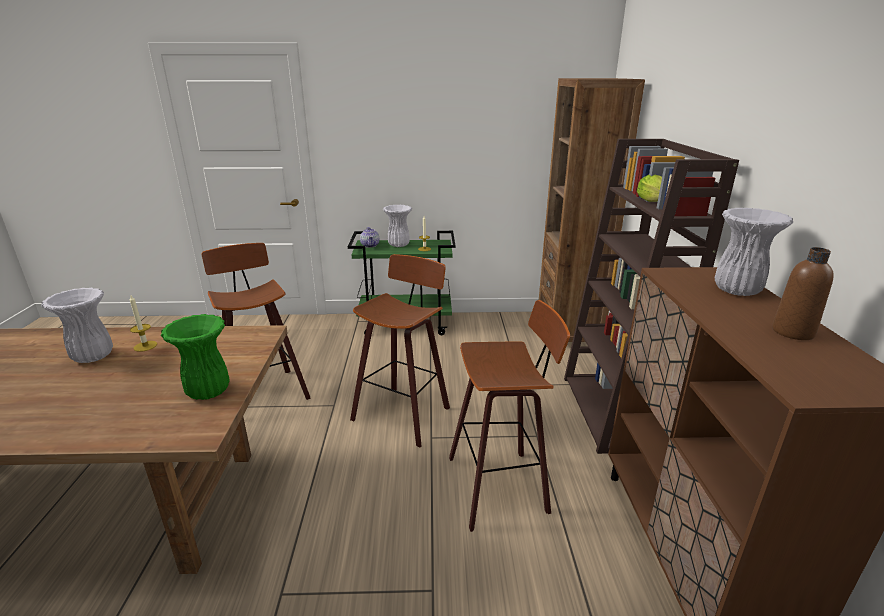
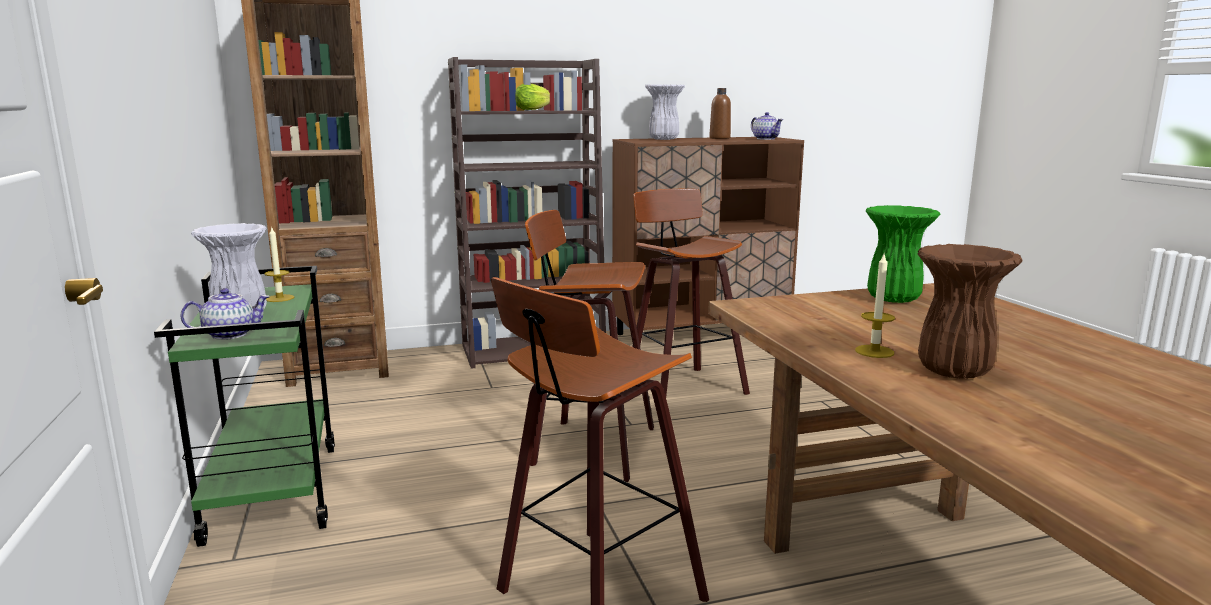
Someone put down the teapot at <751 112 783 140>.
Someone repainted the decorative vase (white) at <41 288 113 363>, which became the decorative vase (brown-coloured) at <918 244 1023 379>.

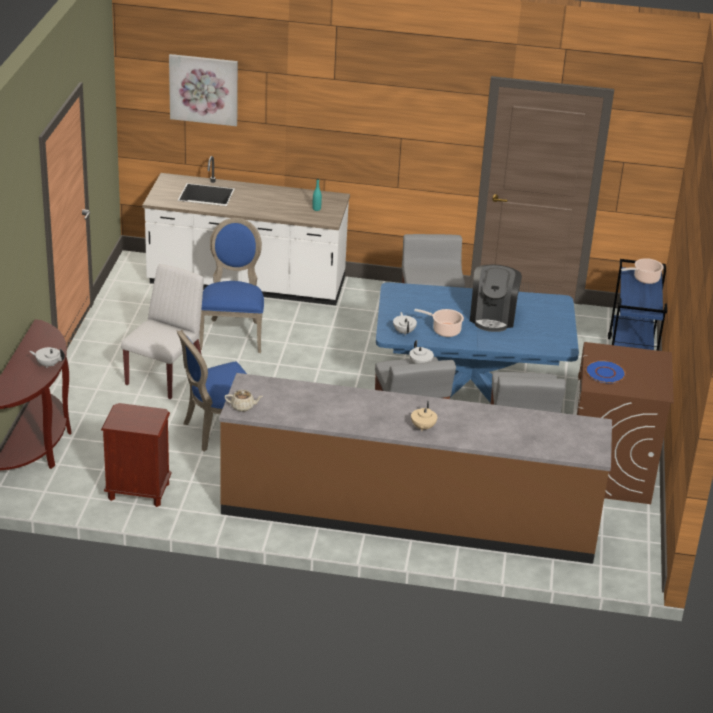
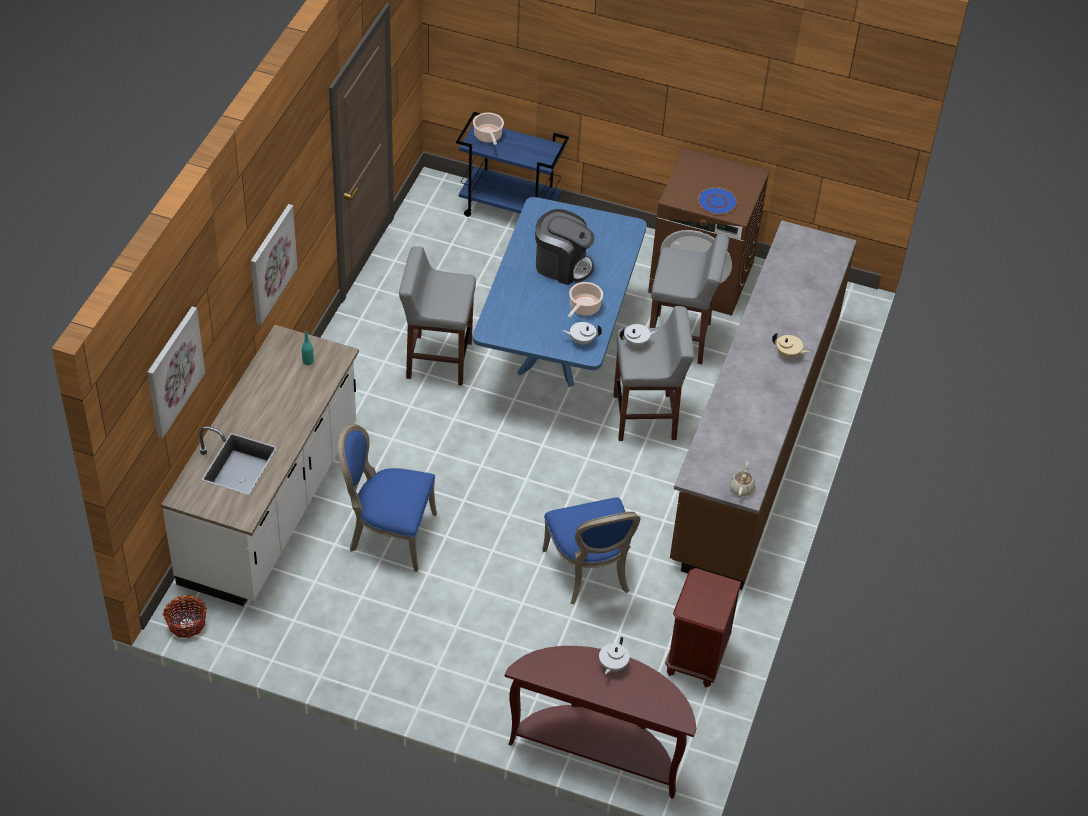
Someone put down the storage basket at <162 595 207 638>.
Someone put up the wall art at <251 204 298 325>.
Someone took away the upright chair (white) at <121 264 204 399>.

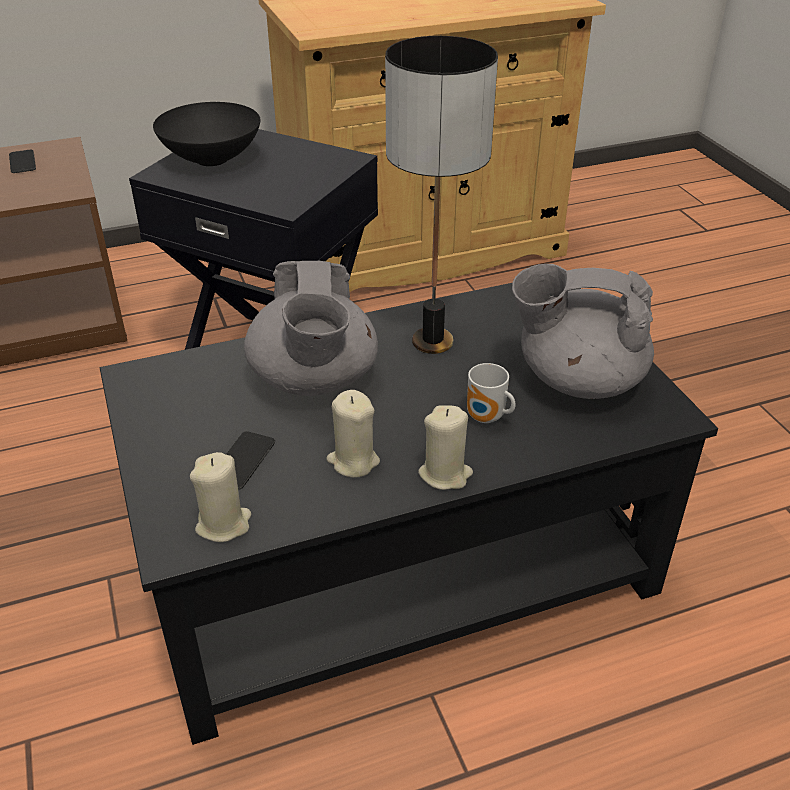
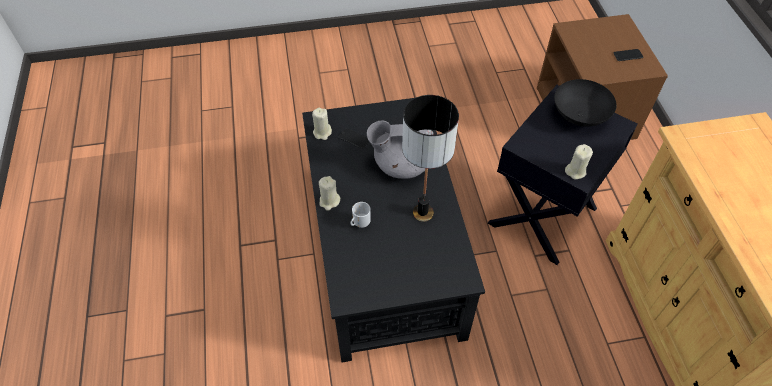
Someone carried the wax light (beige) from <327 390 380 478> to <565 144 593 179>.
Someone took away the teapot (gray) at <512 264 654 399>.

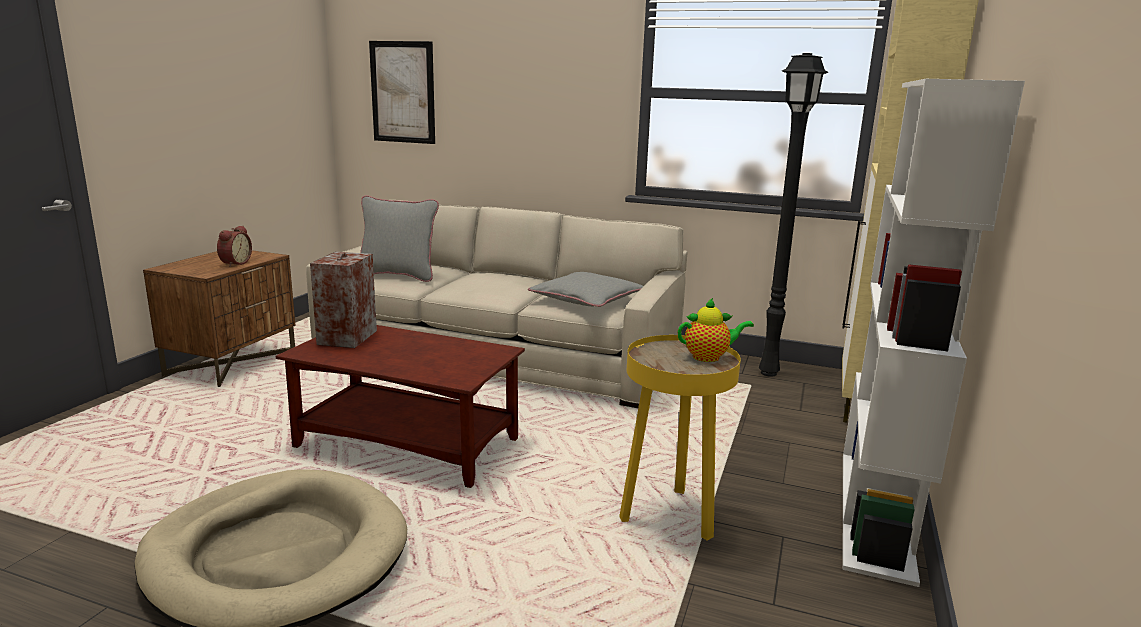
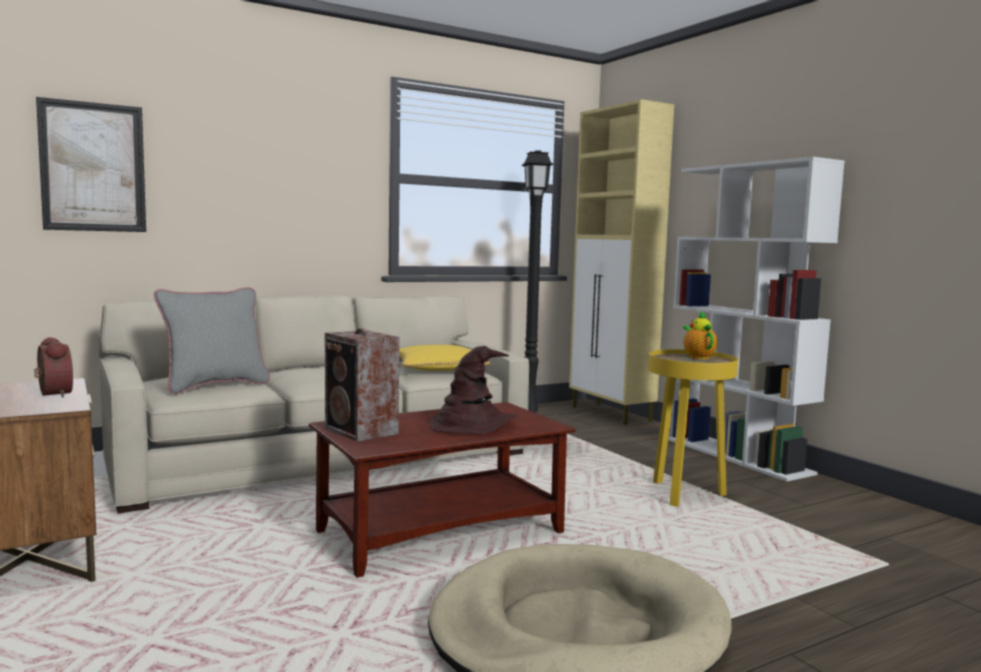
Someone repainted the throw pillow (gray) at <528 272 643 307>, which became the throw pillow (yellow) at <399 345 491 371>.
Someone put down the hat (brown-coloured) at <429 346 517 434>.
Someone rotated the teapot at <678 298 754 362> by 45 degrees counterclockwise.

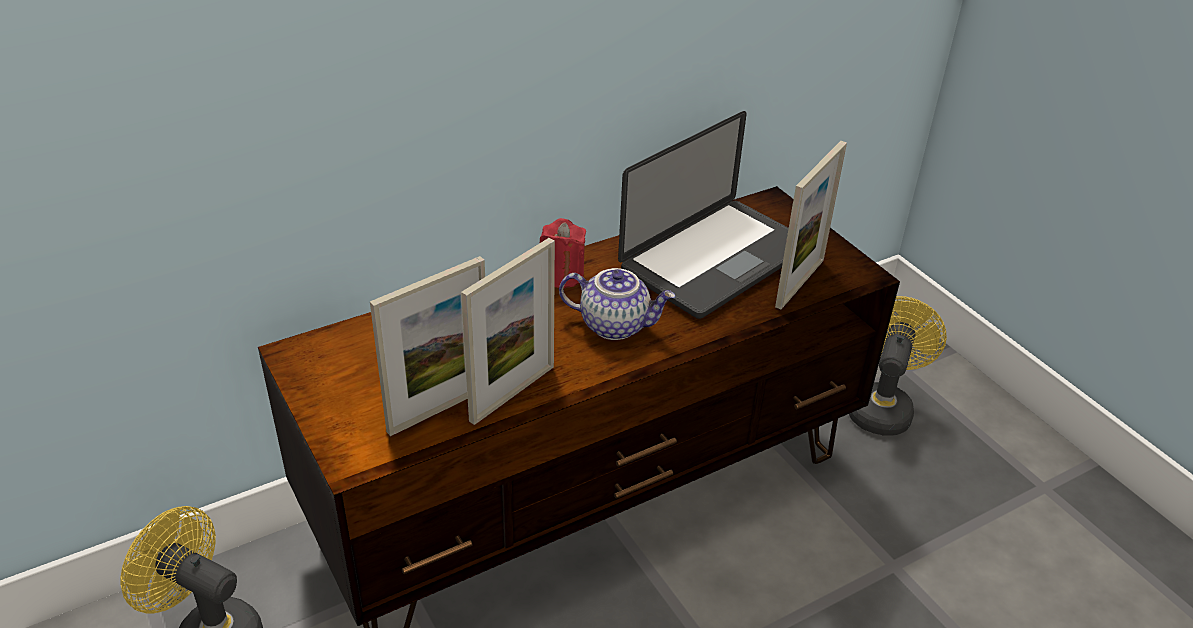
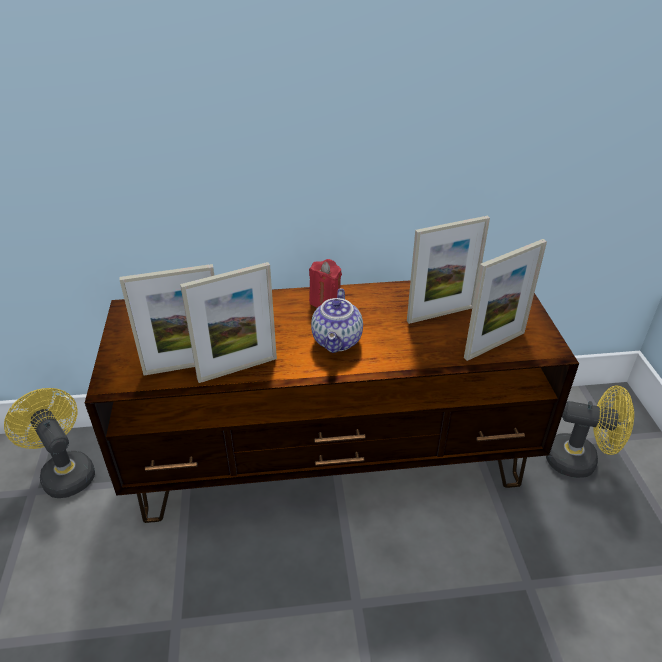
Someone rotated the teapot at <559 268 676 340> by 60 degrees clockwise.
Someone swapped the laptop at <618 111 789 319> for the standing frame at <407 216 490 324>.
Someone rotated the electric fan (yellow) at <849 296 947 436> by 60 degrees clockwise.

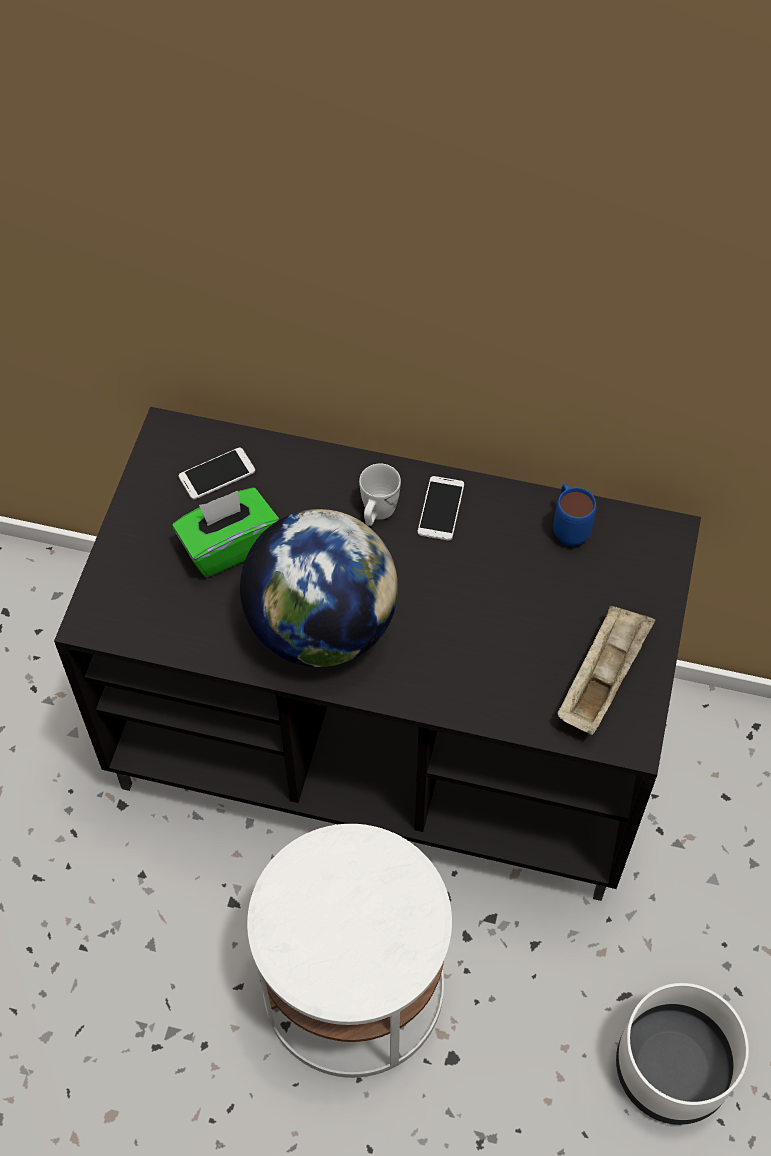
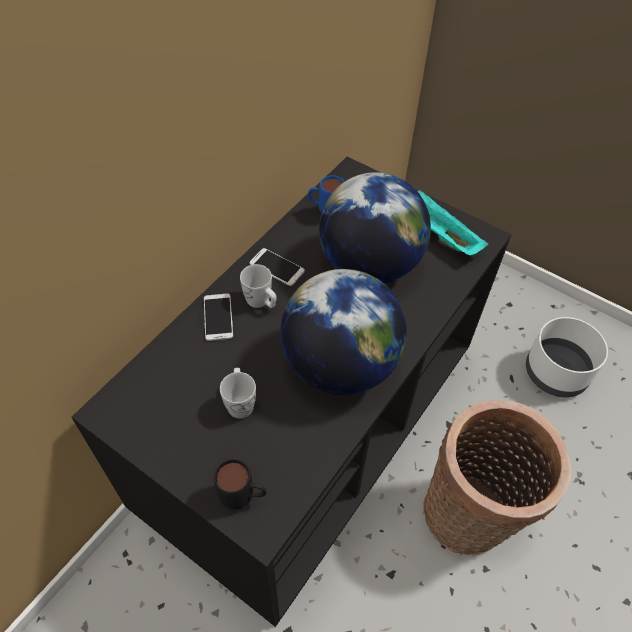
Someone carried the handset from <179 447 255 500> to <204 293 233 341>.
Someone put down the mug (blackish) at <214 459 267 510>.
Someone swapped the tissue box (greenish) at <172 488 279 577> for the mug (white) at <220 368 256 419>.
Someone put down the globe at <319 172 431 284>.
Someone repainted the carrying tray (beige) at <558 606 655 735>, which became the carrying tray (turquoise-coloured) at <417 190 488 256>.
Someone swapped the side table (white) at <247 824 452 1078> for the storage basket at <423 400 572 555>.

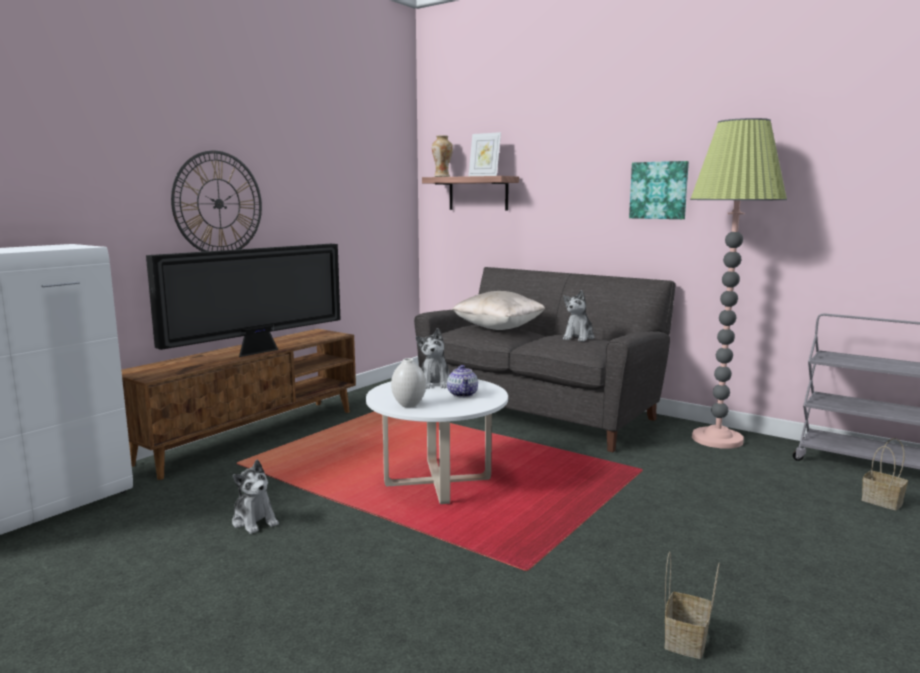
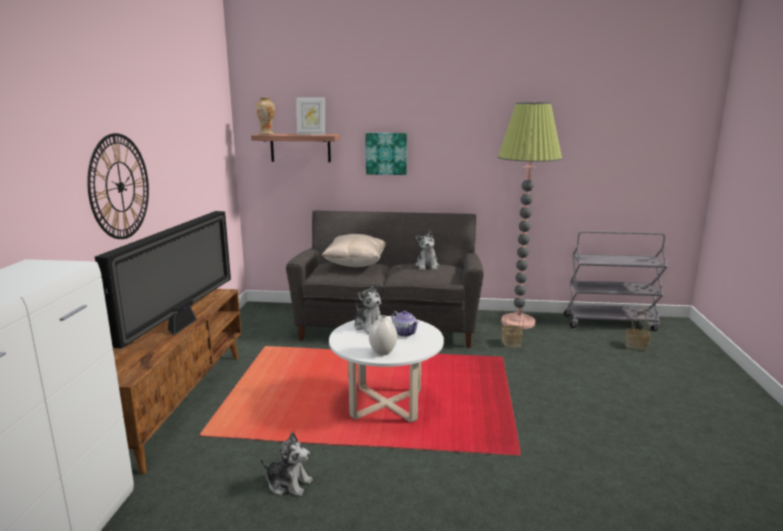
Someone carried the wall art from <629 161 689 219> to <365 133 407 175>.
Someone carried the storage basket from <665 552 720 659> to <502 308 524 348>.

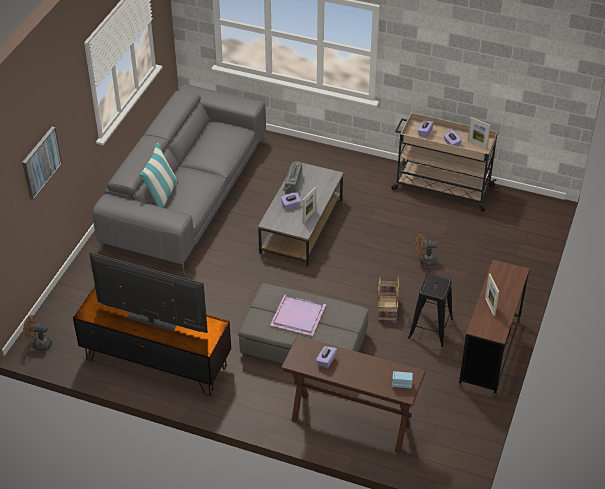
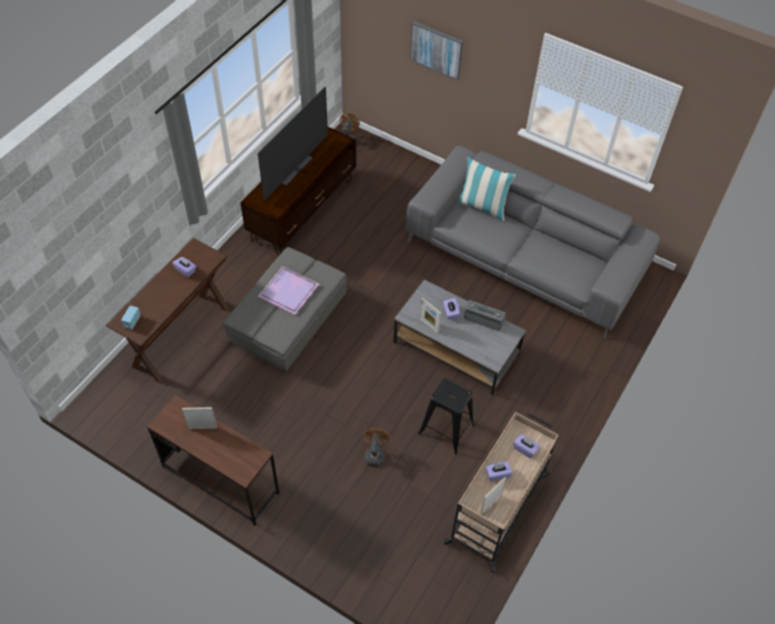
Someone carried the sitting stool (blackish) from <408 273 453 347> to <418 379 475 454>.
Someone took away the storage basket at <378 277 399 321>.

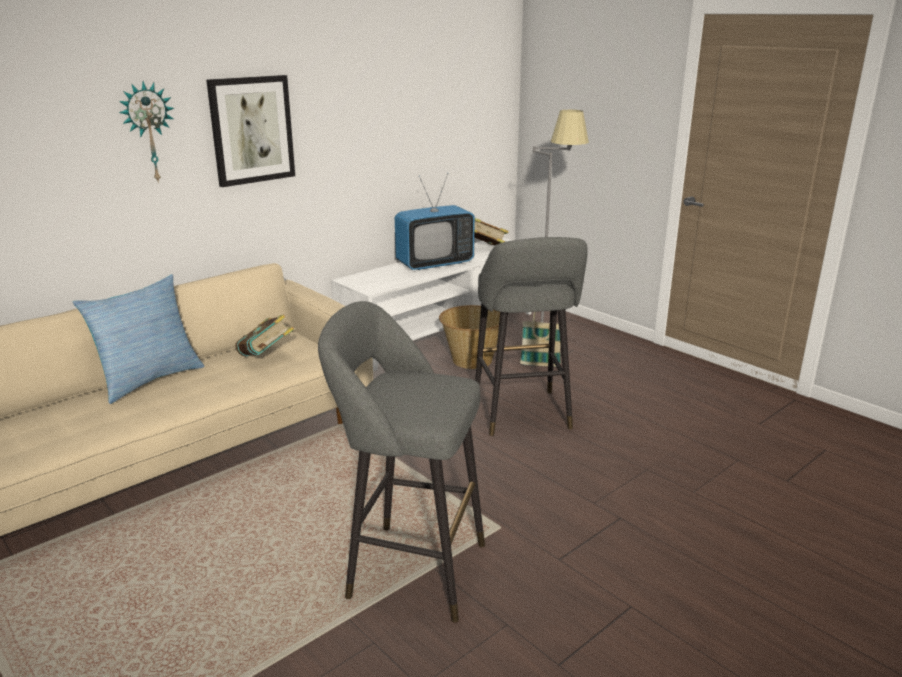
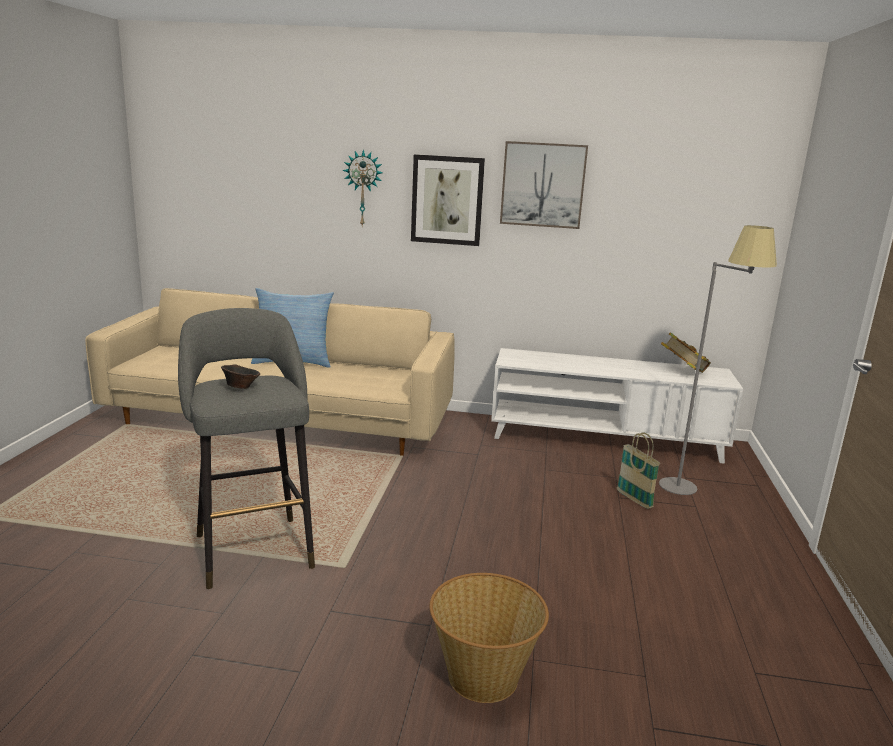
Someone put down the bowl (brown-coloured) at <221 364 260 389>.
Someone carried the storage basket from <439 305 500 369> to <430 573 549 703>.
Someone put up the wall art at <500 141 588 229>.
Someone took away the book at <235 315 294 357>.
Someone took away the TV at <395 173 475 270>.
Someone took away the sitting stool (gray) at <475 237 588 436>.

